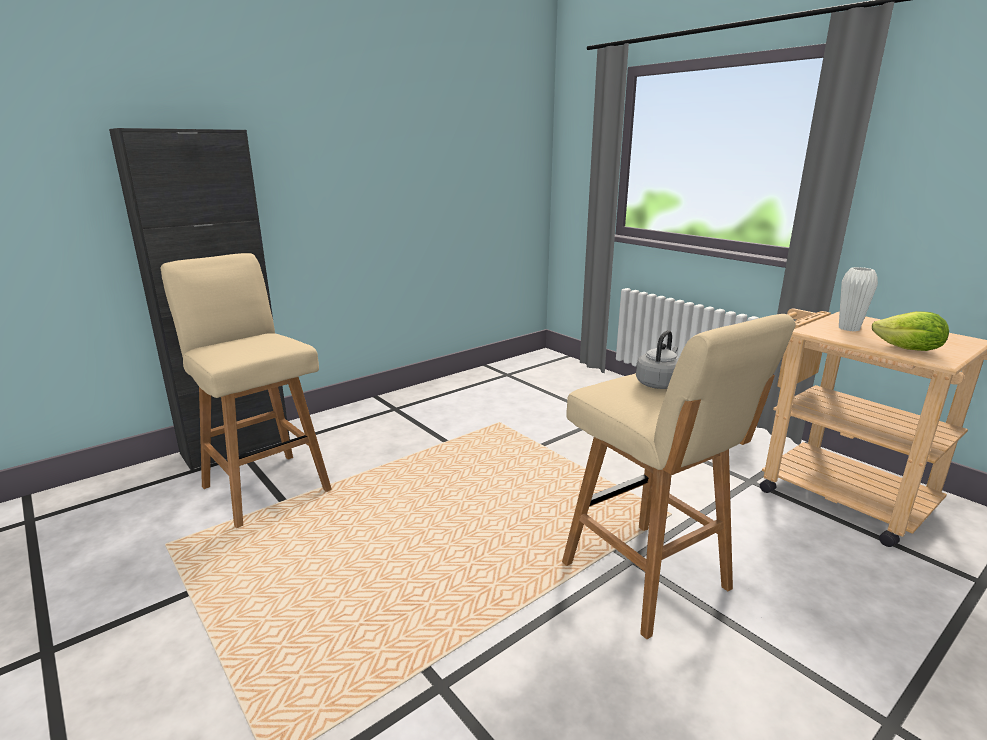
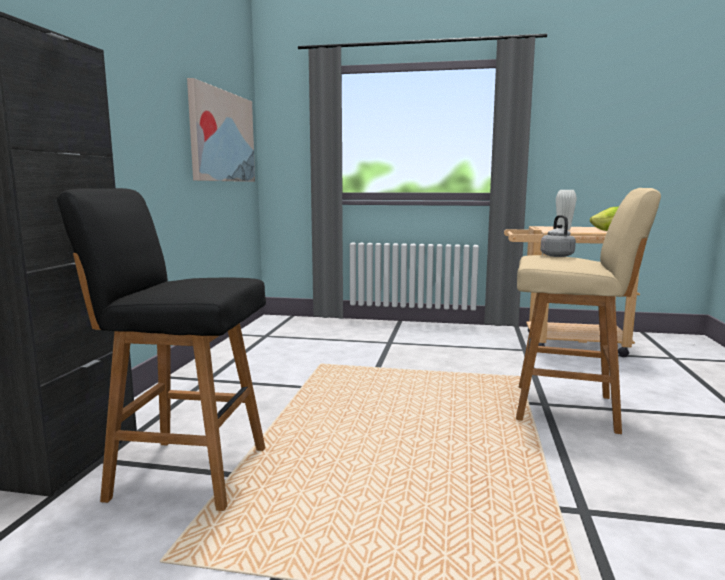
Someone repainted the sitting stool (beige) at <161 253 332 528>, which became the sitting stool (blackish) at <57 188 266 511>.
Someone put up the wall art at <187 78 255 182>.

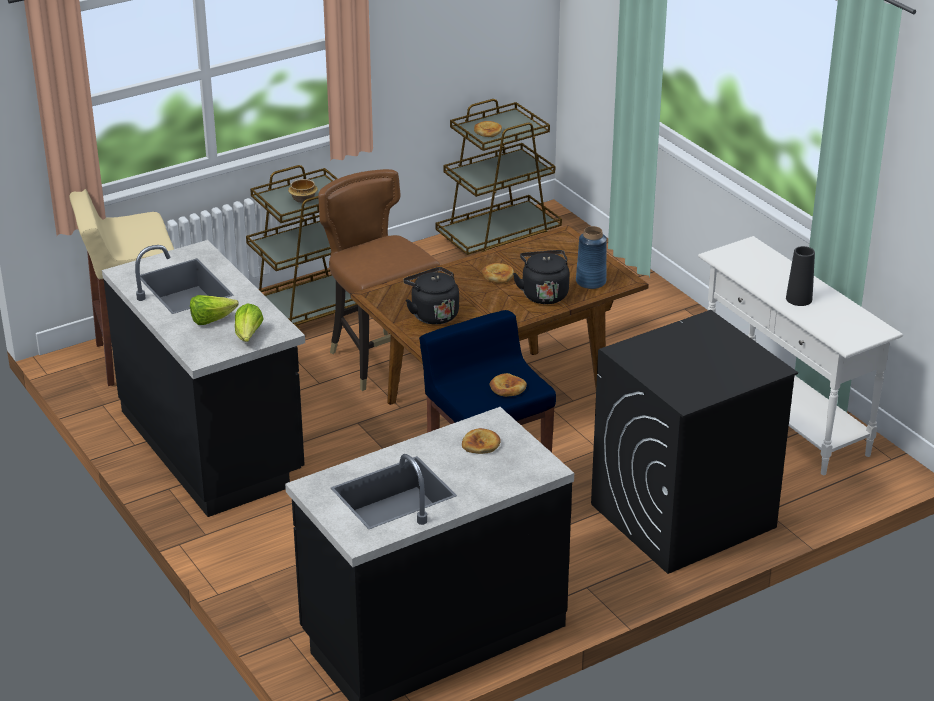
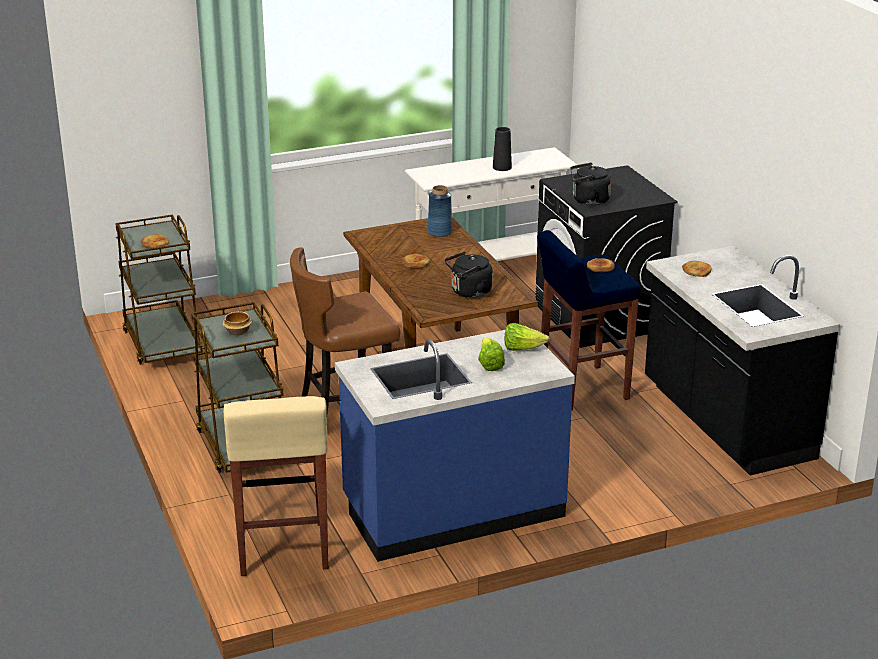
Someone repainted the kitchen counter (blackish) at <102 240 305 517>, which became the kitchen counter (blue) at <335 326 575 562>.
Someone carried the water kettle (blackish) from <513 250 569 304> to <570 163 611 206>.

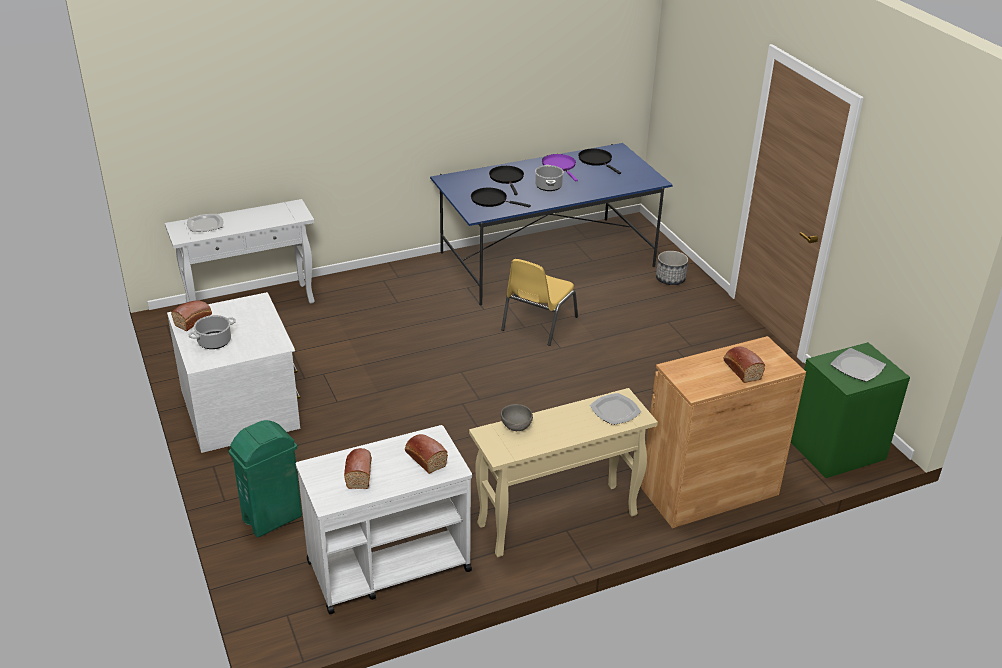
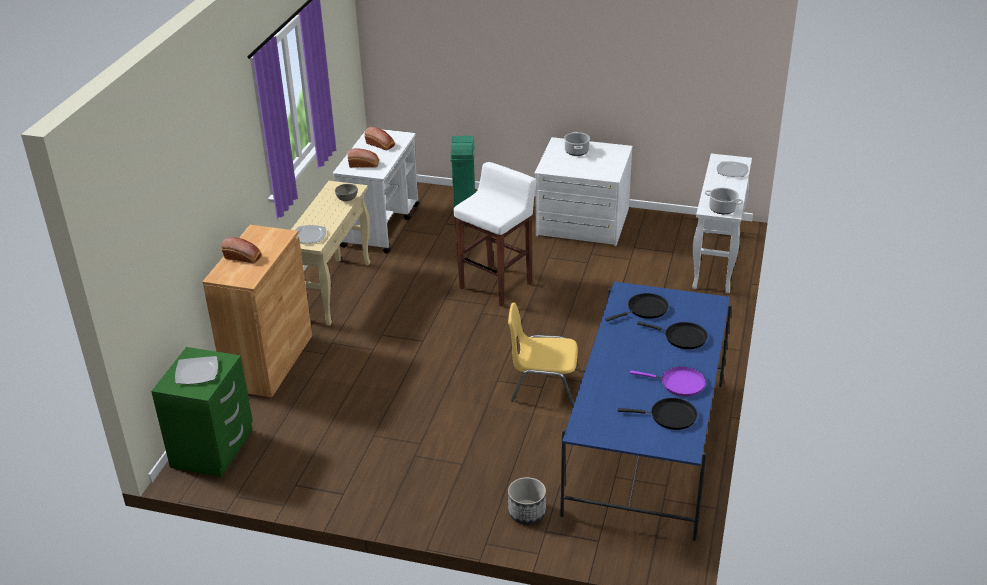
Someone put down the sitting stool (white) at <454 162 537 307>.
Someone rotated the upright chair (yellow) at <501 259 578 346> by 60 degrees counterclockwise.
Someone carried the saucepot from <535 165 564 191> to <705 188 743 214>.
Someone took away the bakery bread at <171 300 212 331>.

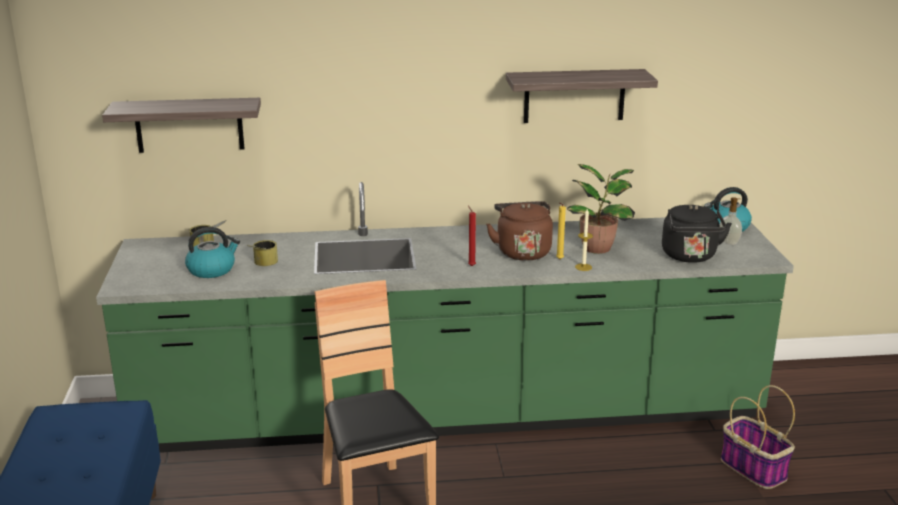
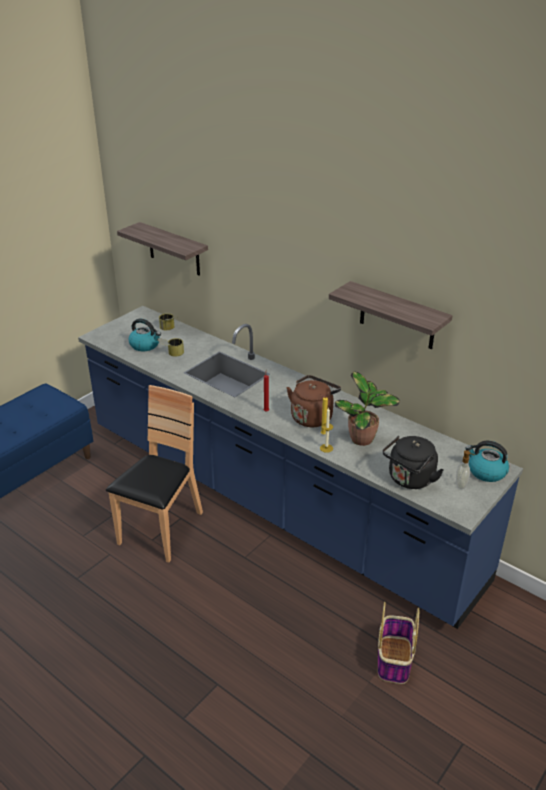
Someone repainted the kitchen counter (greenish) at <96 182 794 453>, which became the kitchen counter (blue) at <78 306 523 629>.

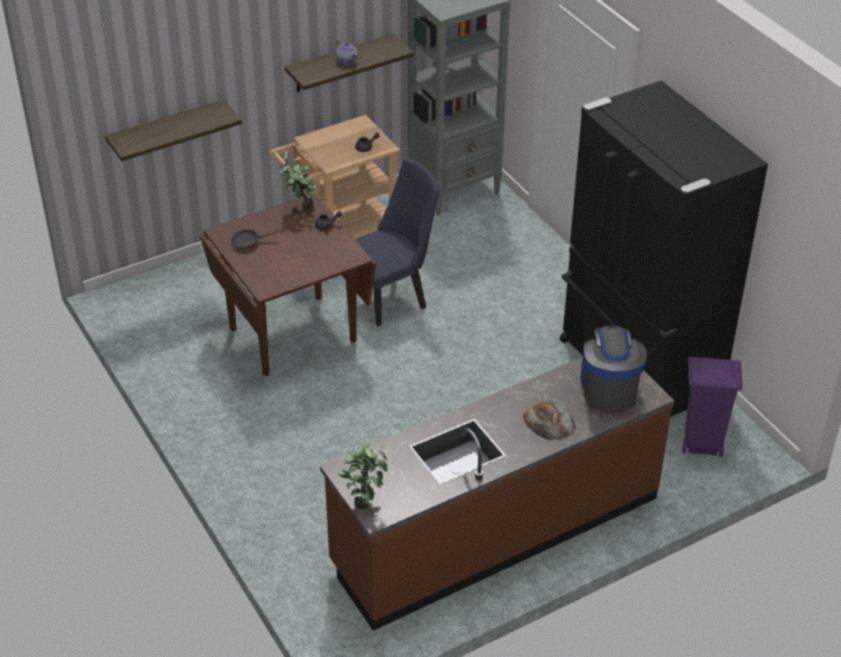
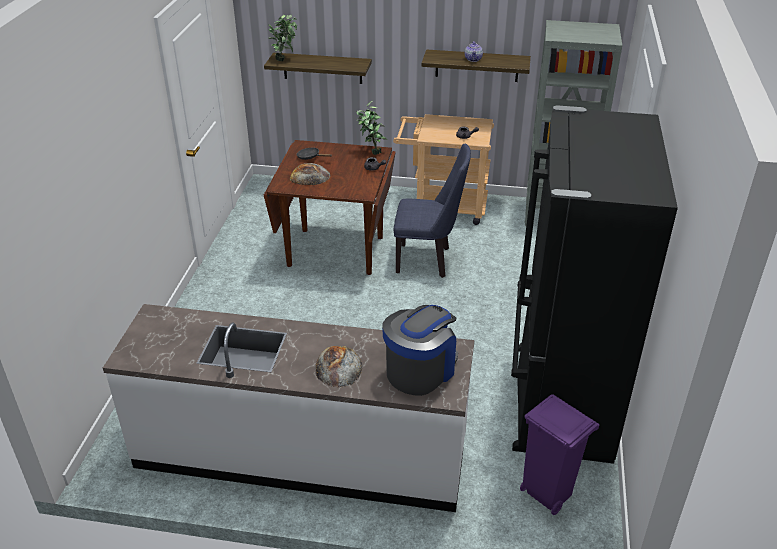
Someone repainted the kitchen counter (brown-coloured) at <320 358 674 631>, which became the kitchen counter (white) at <103 304 474 512>.
Someone carried the potted plant from <337 438 390 510> to <268 15 297 61>.
Someone put down the bakery bread at <290 163 330 185>.

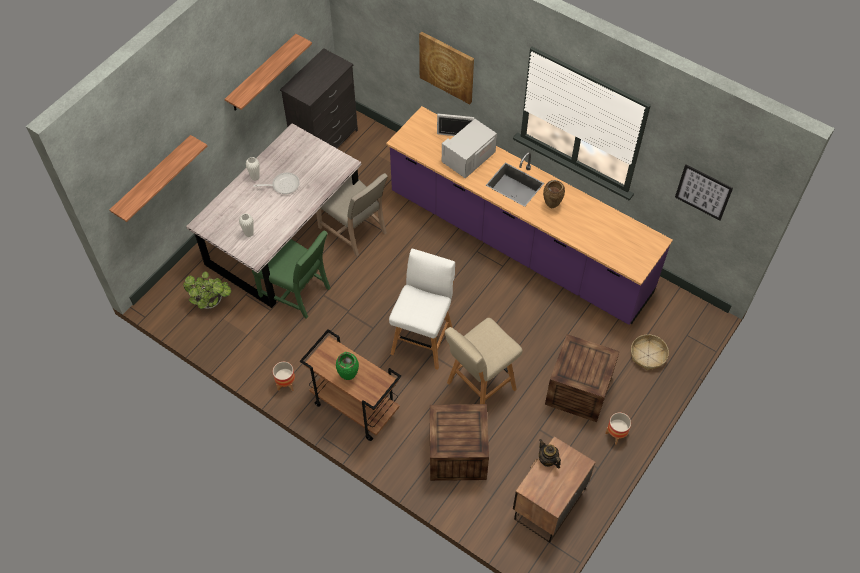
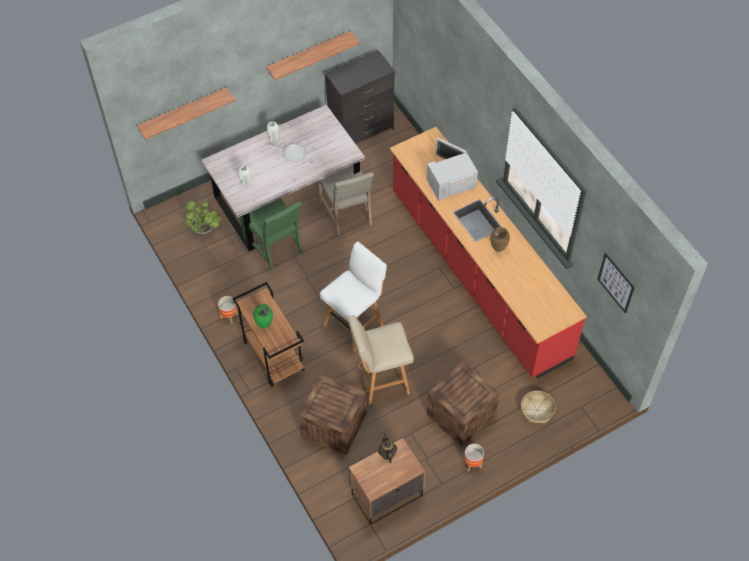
Someone repainted the kitchen counter (purple) at <386 106 673 325>, which became the kitchen counter (red-coloured) at <390 127 587 378>.
Someone took away the wall art at <419 31 474 104>.

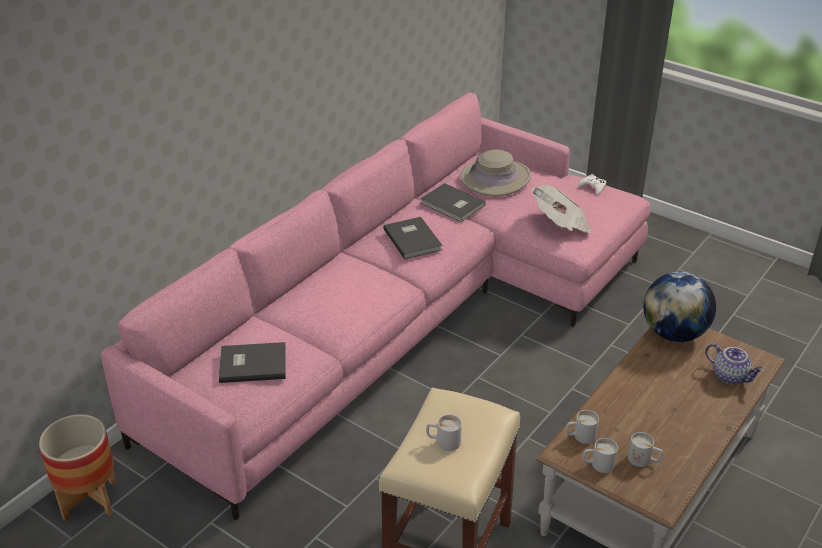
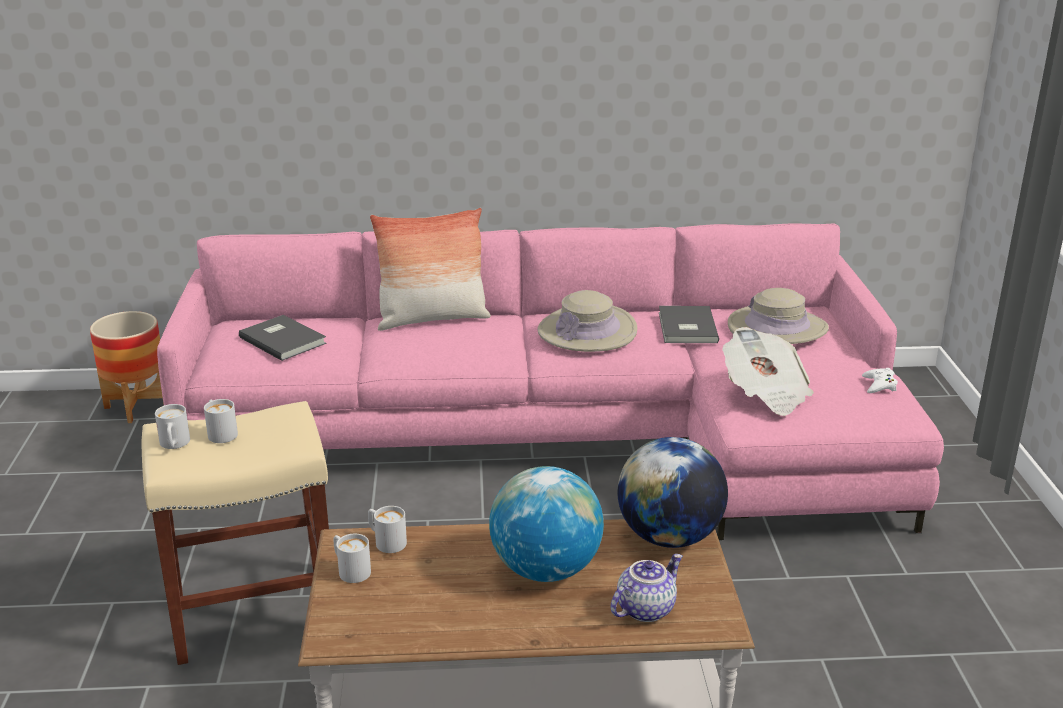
Someone carried the mug (white) from <628 432 663 467> to <155 404 190 449>.
Someone put down the throw pillow at <370 208 491 331>.
Someone put down the globe at <489 466 604 582>.
Someone swapped the book (gray) at <383 217 442 259> for the hat (beige) at <537 290 637 352>.
Someone rotated the teapot at <705 343 764 385> by 135 degrees counterclockwise.

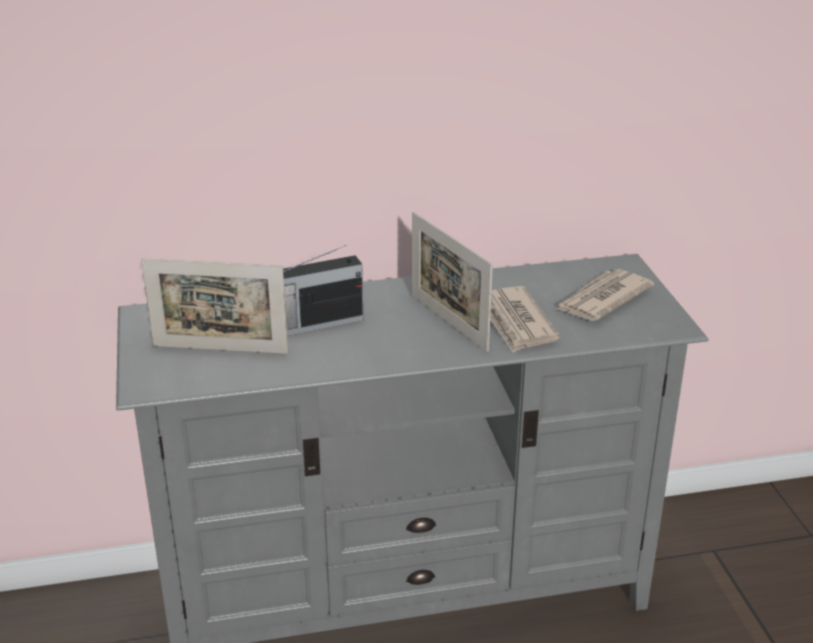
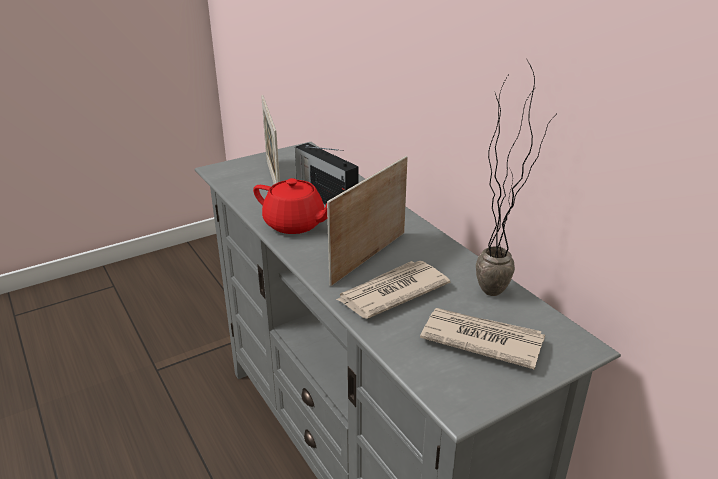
Someone put down the teapot (red-coloured) at <253 178 327 234>.
Someone put down the potted plant at <476 57 555 296>.

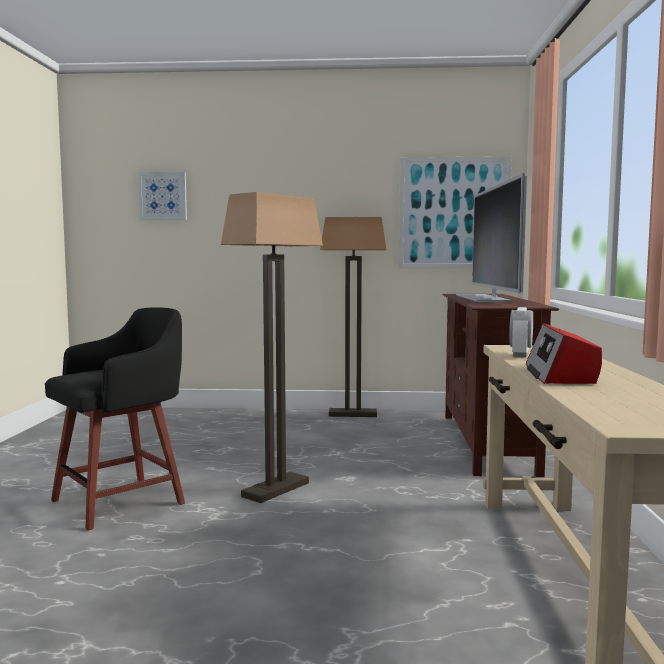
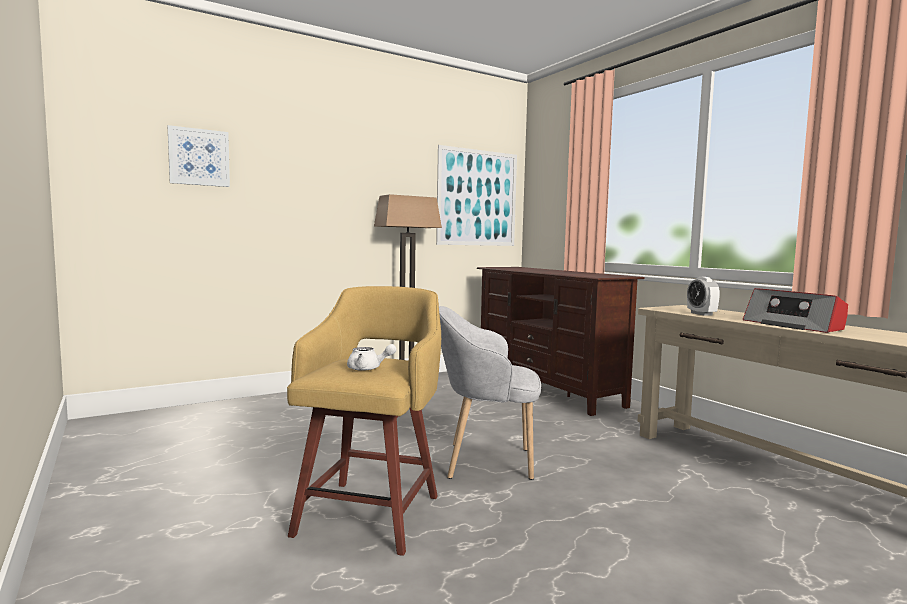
Someone repainted the sitting stool (blackish) at <45 307 185 531>, which became the sitting stool (yellow) at <287 286 441 556>.
Someone put down the teapot (white) at <347 344 396 371>.
Someone swapped the standing lamp at <221 192 323 503> for the lounge chair (gray) at <439 306 541 480>.
Someone took away the TV at <456 173 527 302>.

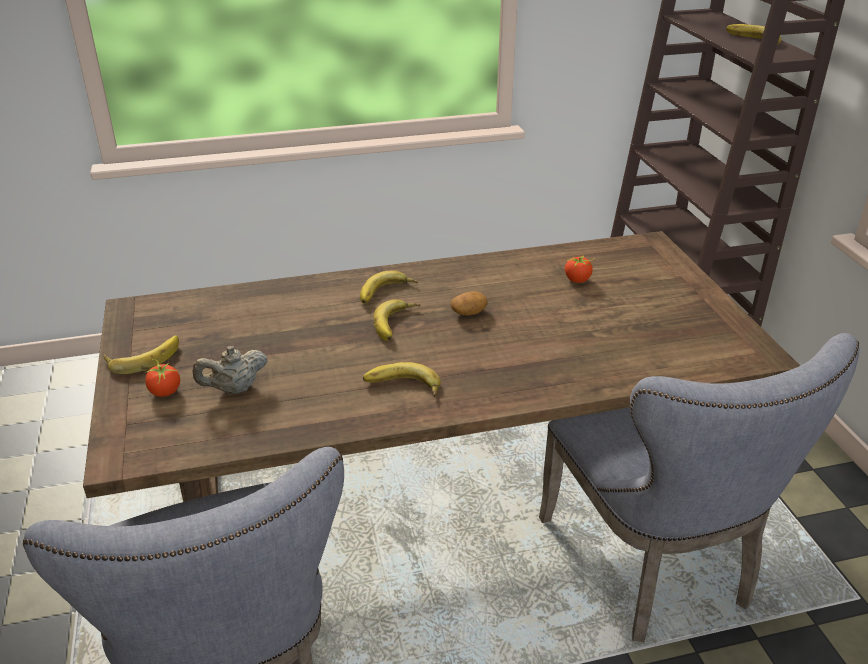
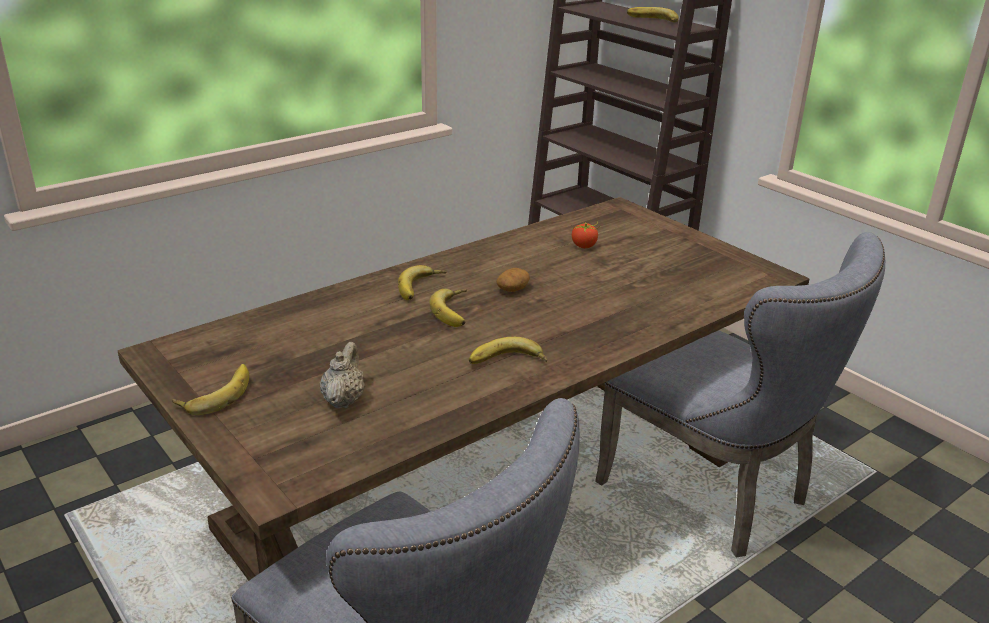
Someone rotated the teapot (beige) at <193 346 268 393> by 150 degrees clockwise.
Someone took away the tomato at <144 356 180 397>.

